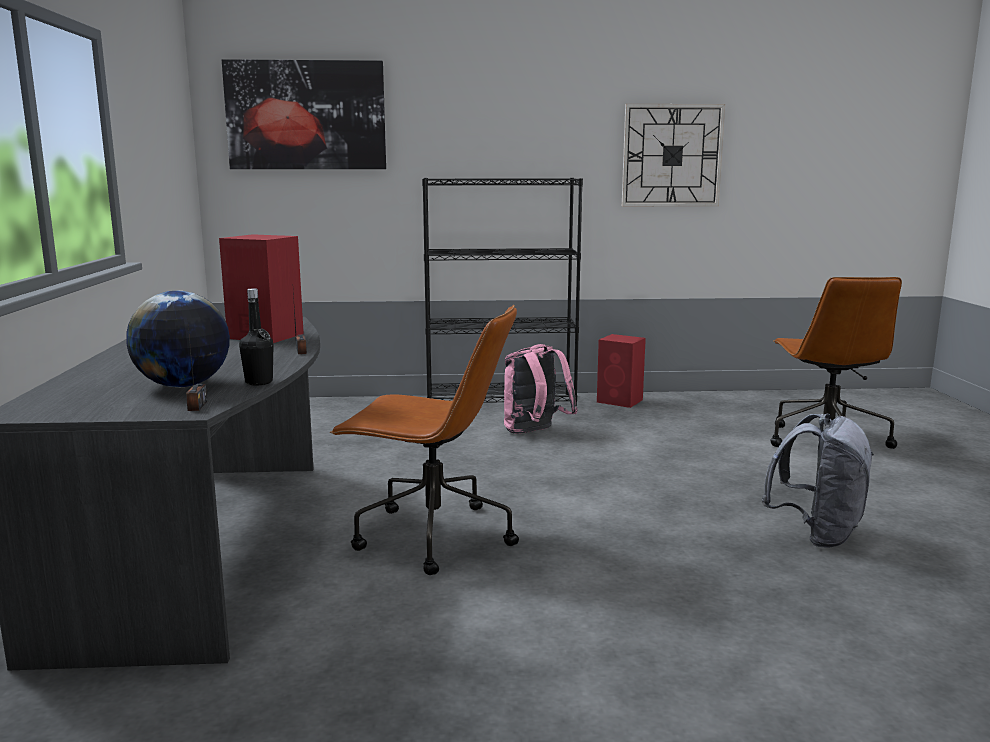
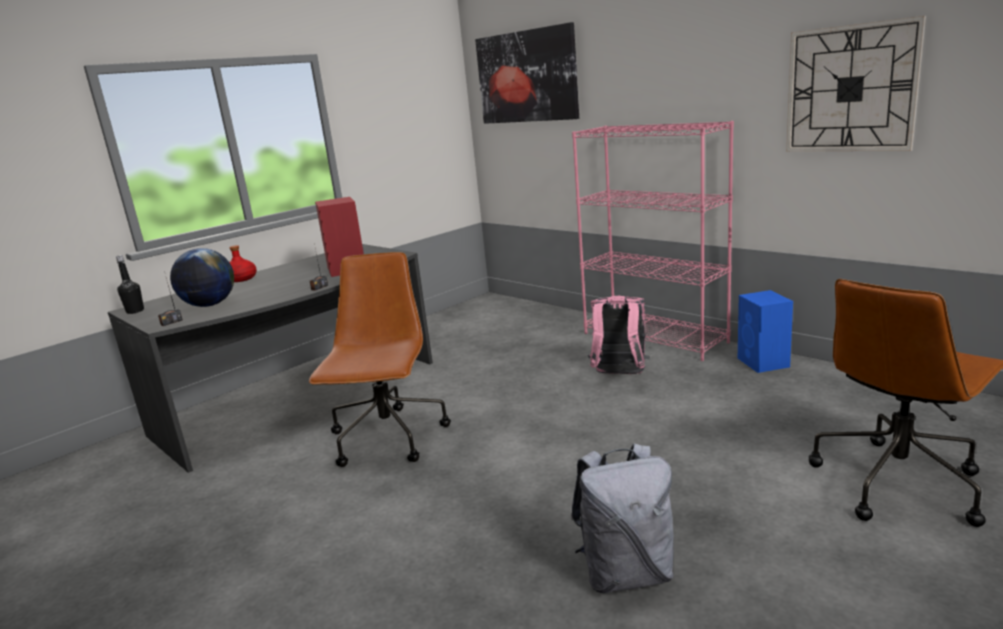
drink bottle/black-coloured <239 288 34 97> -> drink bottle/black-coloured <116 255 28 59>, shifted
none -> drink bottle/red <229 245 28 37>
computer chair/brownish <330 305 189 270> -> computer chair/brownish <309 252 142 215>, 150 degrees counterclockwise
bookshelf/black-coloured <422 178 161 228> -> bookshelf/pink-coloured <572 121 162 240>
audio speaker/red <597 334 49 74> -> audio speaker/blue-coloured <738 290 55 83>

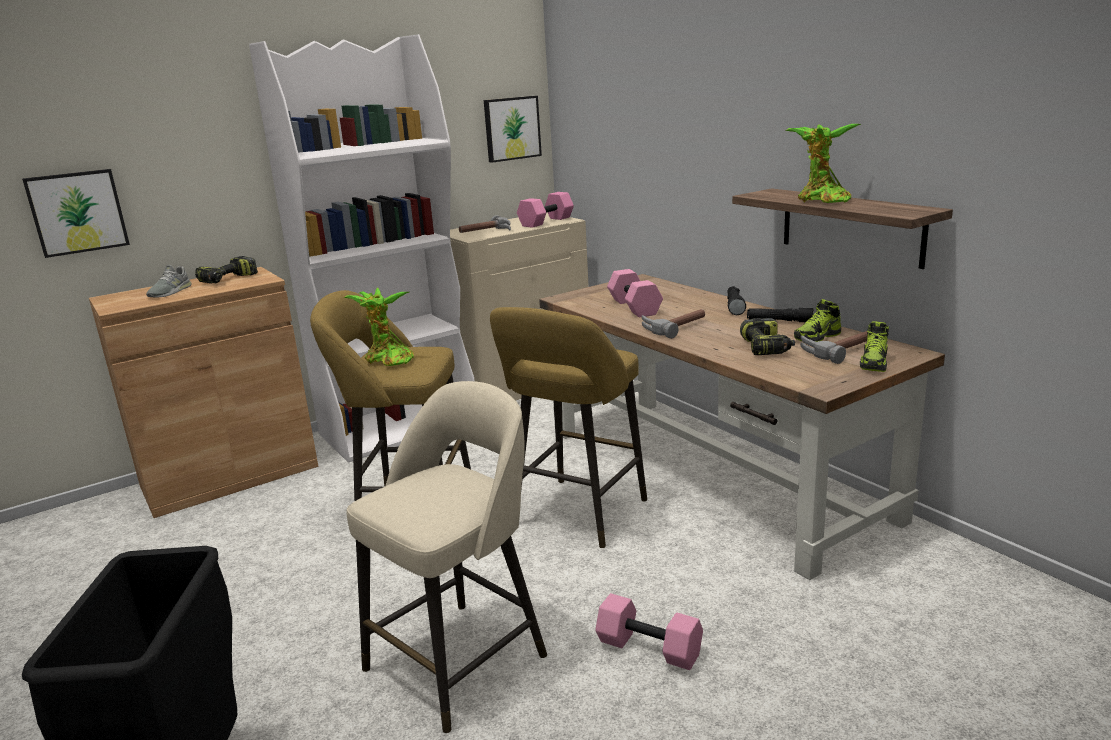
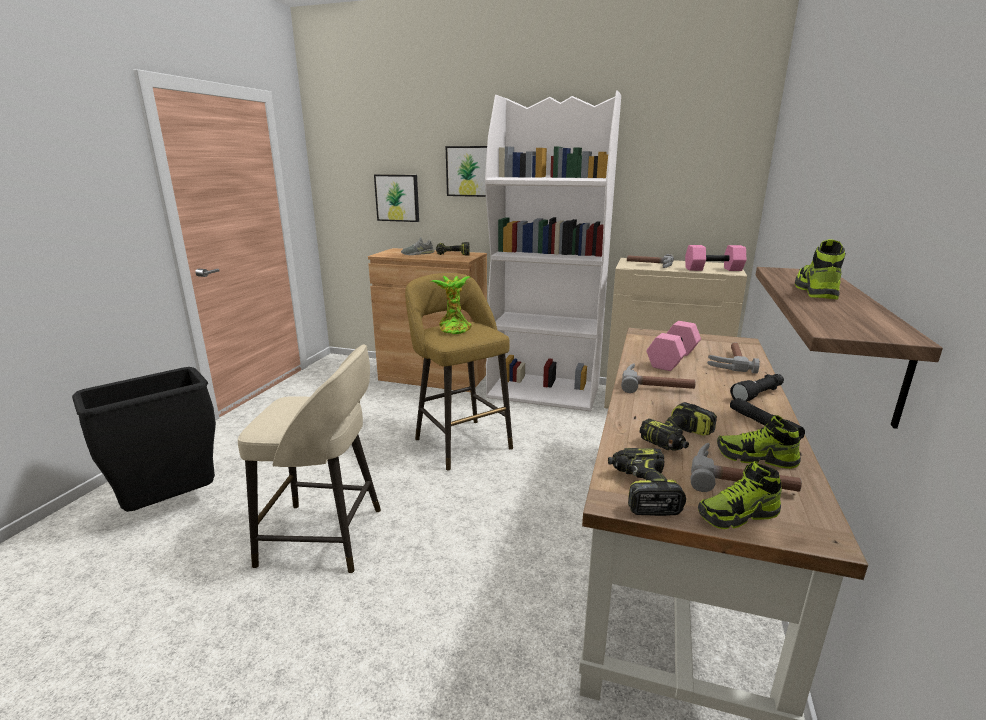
wall art <484 96 58 67> -> wall art <445 146 42 51>, shifted
none -> drill <608 448 78 68>
none -> hand hammer <707 342 53 32>
plant in a pot <785 124 76 79> -> item of footwear <795 239 51 60>
stool/yellow-coloured <490 307 157 241> -> none
free weight/pink-coloured <595 593 108 77> -> none

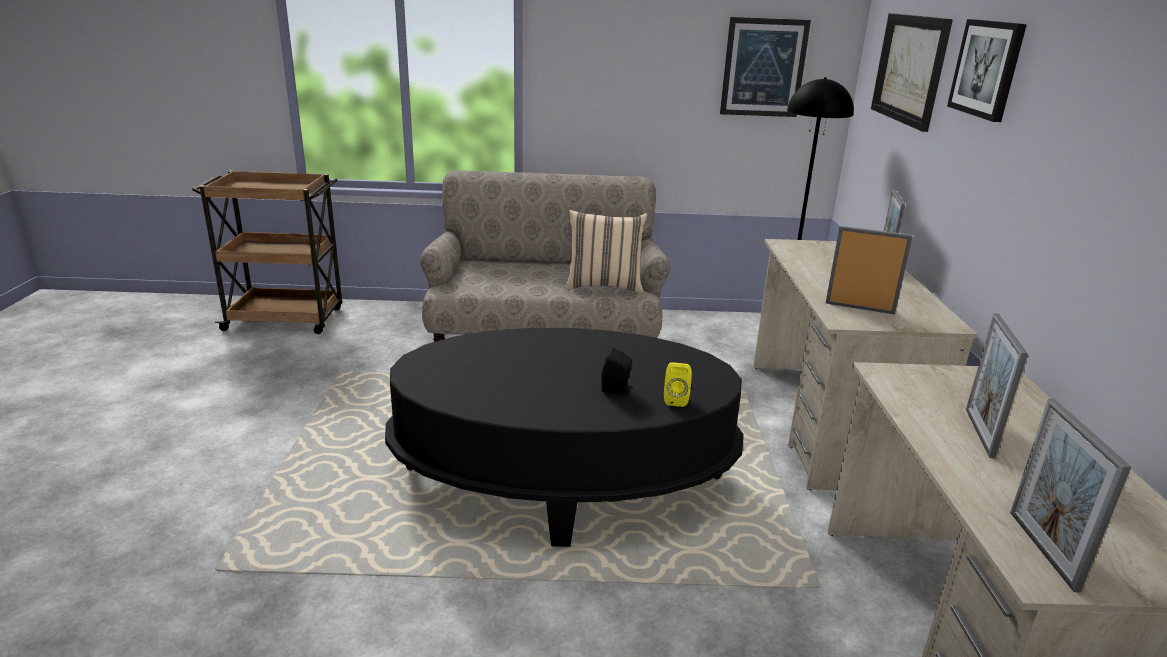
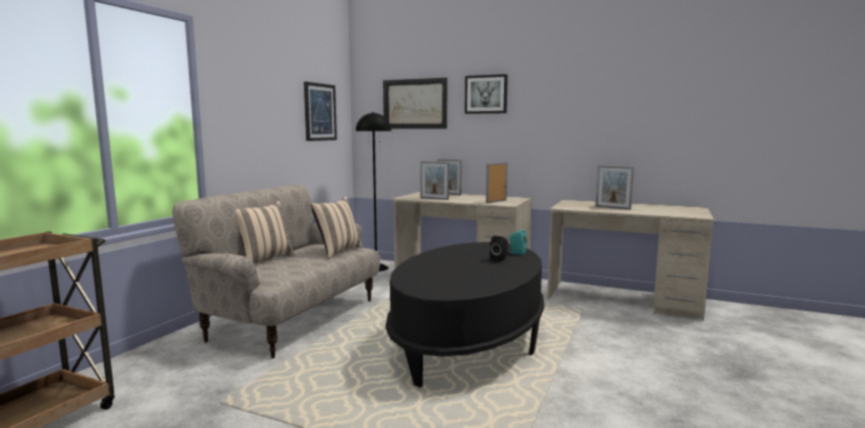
none -> cushion/beige <236 201 59 63>
standing frame <1010 398 121 194> -> standing frame <420 161 29 39>, shifted
audio speaker/yellow-coloured <664 362 28 45> -> audio speaker/turquoise-coloured <509 230 18 25>

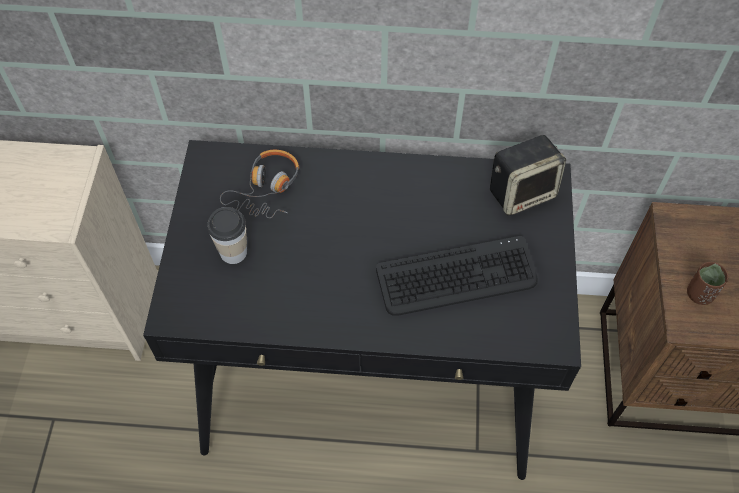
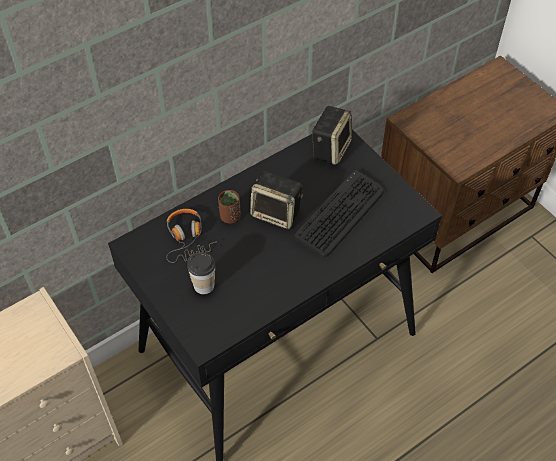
small cup/brownish <687 262 41 43> -> small cup/brownish <218 190 23 34>, shifted
none -> audio speaker <250 171 53 58>

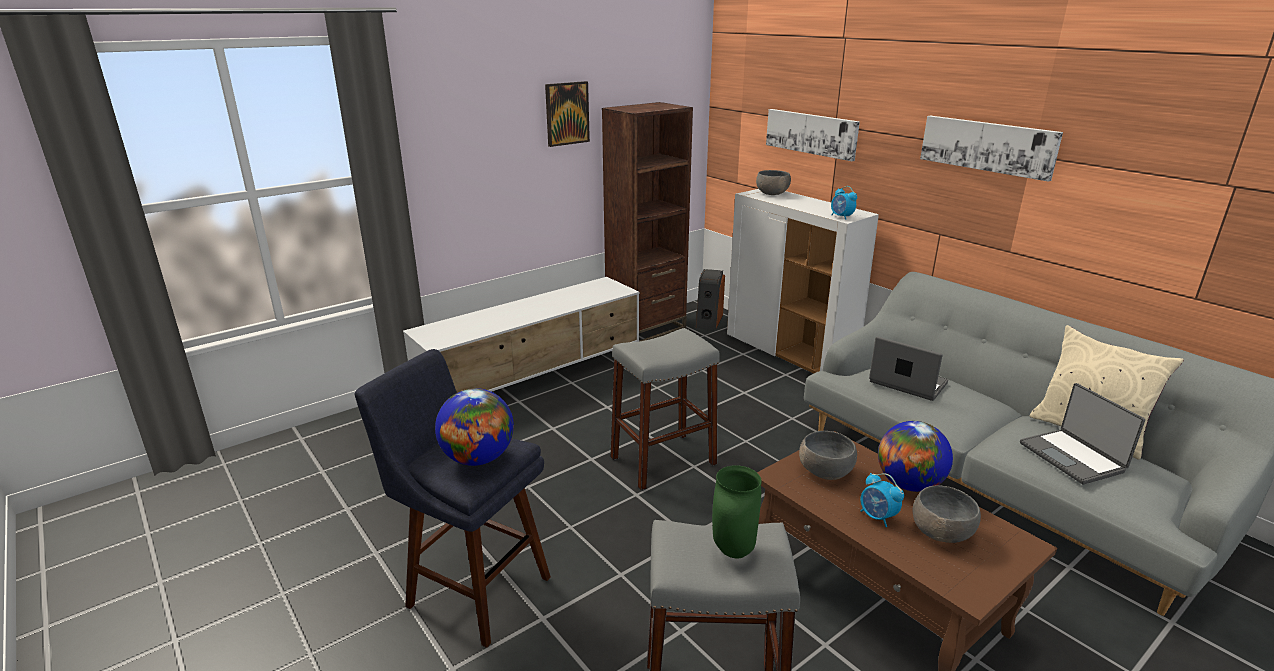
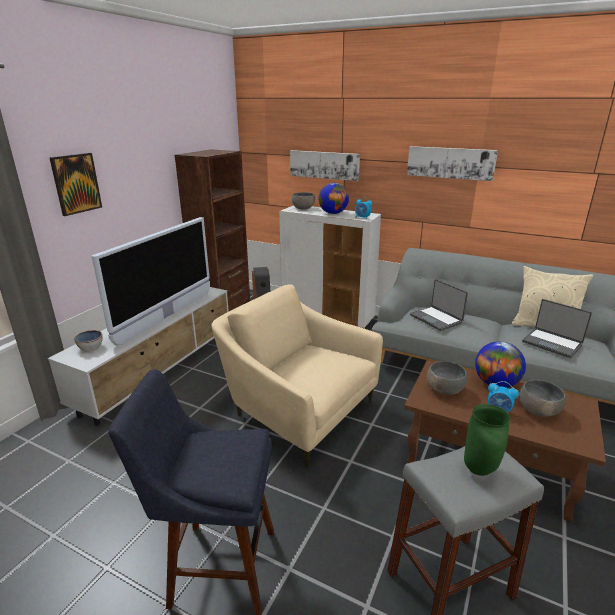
wall art <545 81 45 66> -> wall art <49 153 53 63>, shifted
none -> bowl <74 330 29 22>
none -> TV <92 217 118 128>
stool/gray <610 328 110 163> -> armchair/beige <211 284 172 184>
world globe <435 388 79 78> -> world globe <319 183 30 31>, shifted
laptop <869 336 79 65> -> laptop <410 279 58 52>, 135 degrees counterclockwise

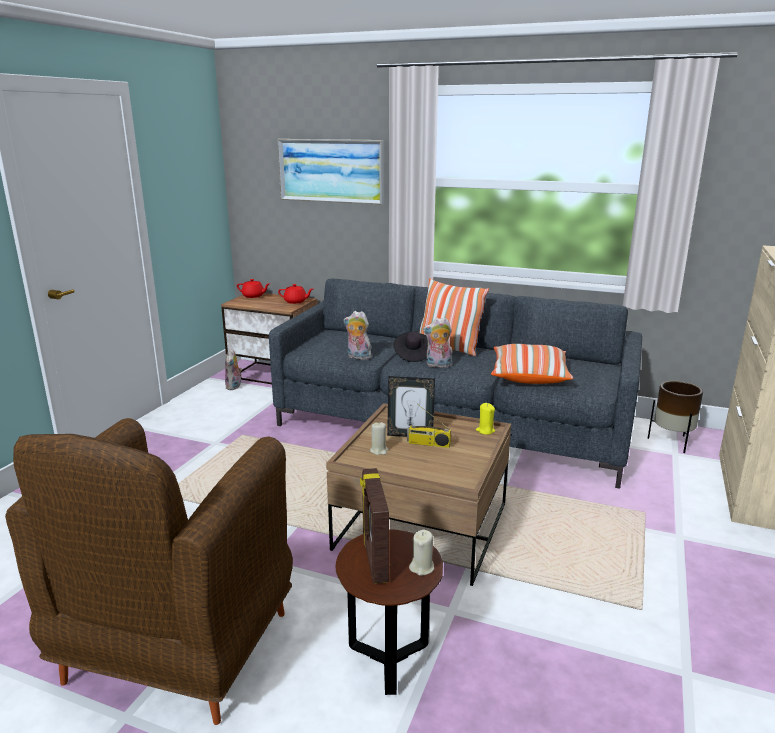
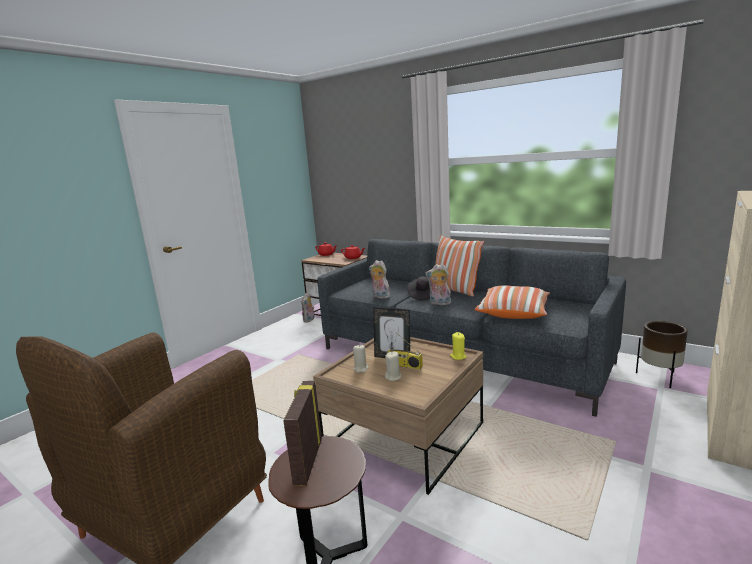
wax candle/beige <409 530 25 46> -> wax candle/beige <385 351 17 30>, shifted
wall art <277 139 107 66> -> none

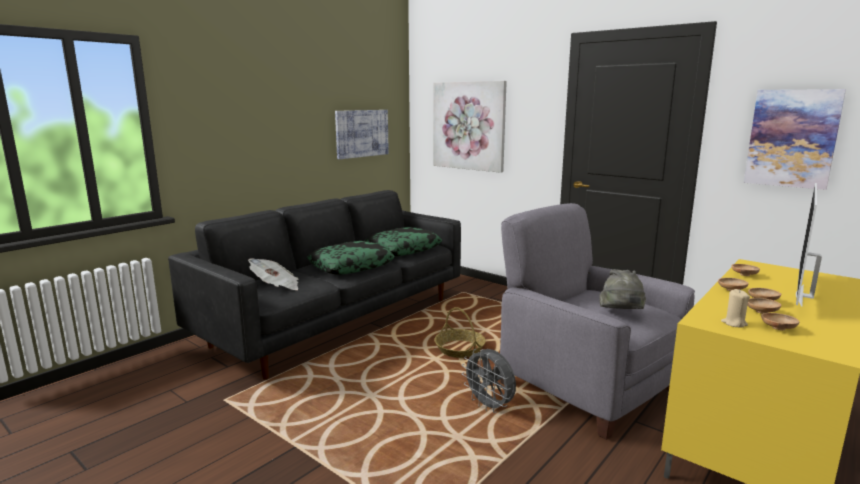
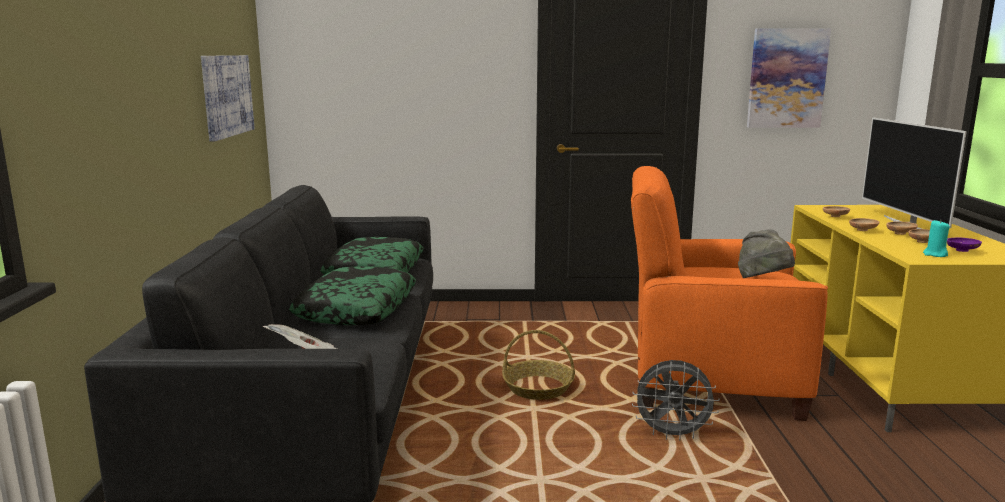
armchair/gray <500 203 195 237> -> armchair/orange-coloured <631 166 197 255>
wax candle/beige <721 289 29 39> -> wax candle/turquoise-coloured <923 220 27 37>
bowl/brownish <761 313 38 17> -> bowl/purple-coloured <947 238 35 14>
wall art <433 81 74 92> -> none

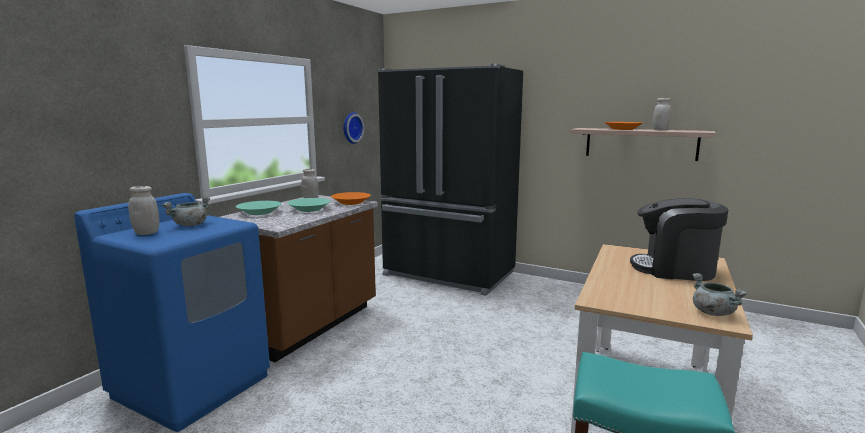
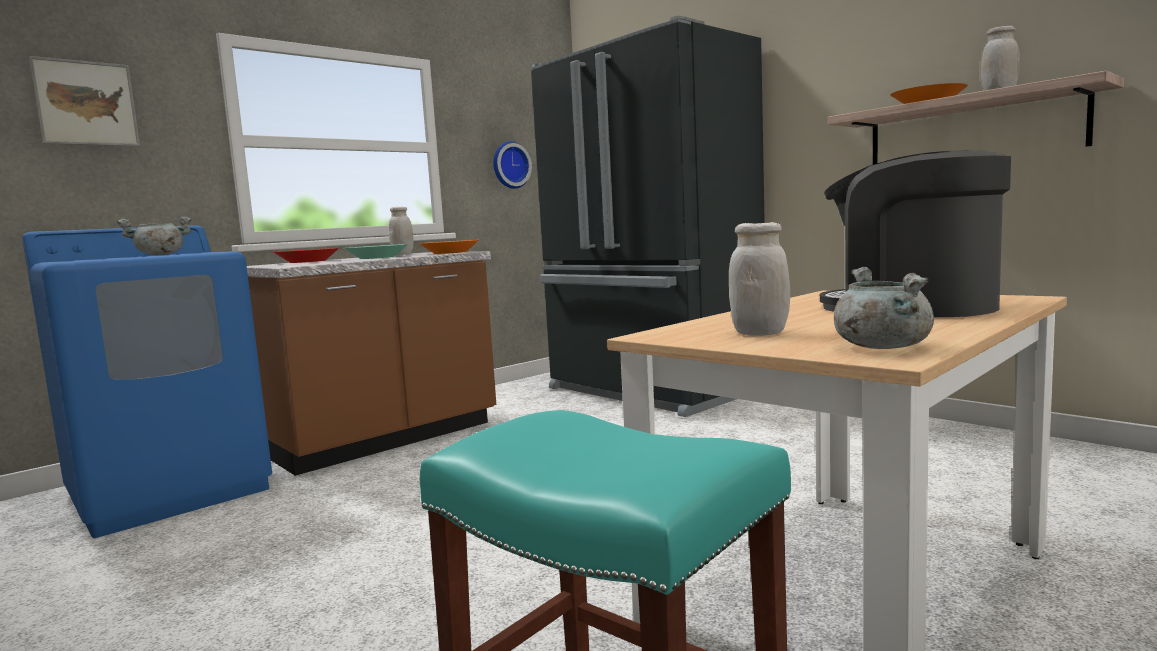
none -> wall art <29 56 111 90>
bowl/turquoise-coloured <236 201 46 14> -> bowl/red <273 248 66 15>
storage jar/white <128 186 31 49> -> storage jar/white <729 222 61 113>, shifted

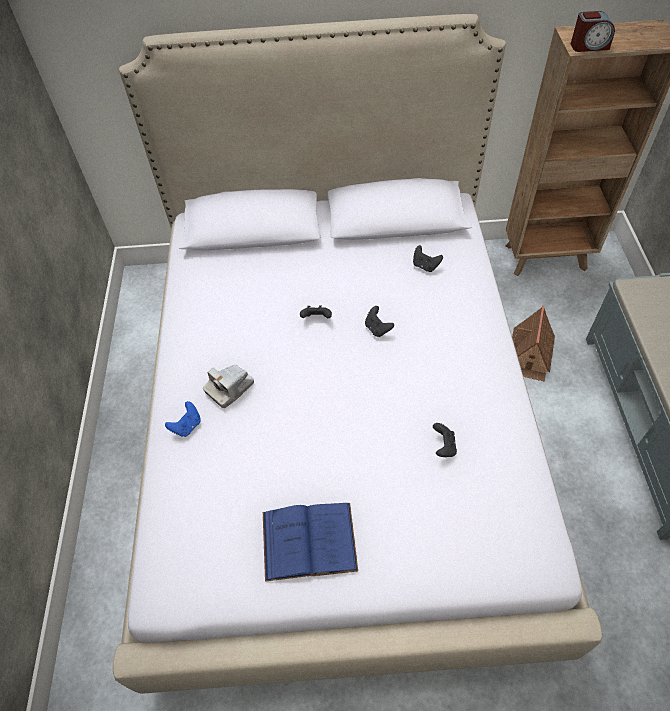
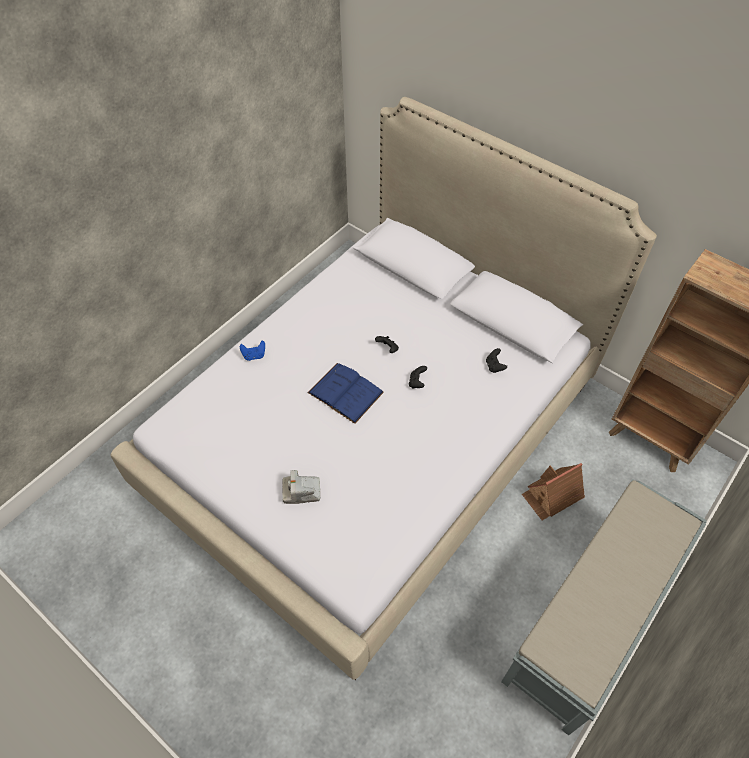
photo camera <203 364 51 44> -> photo camera <282 470 38 34>, shifted
bound book/blue-coloured <263 503 95 79> -> bound book/blue-coloured <308 363 76 61>, shifted
game controller/black-coloured <433 423 24 34> -> none
bedside clock <571 11 44 41> -> none

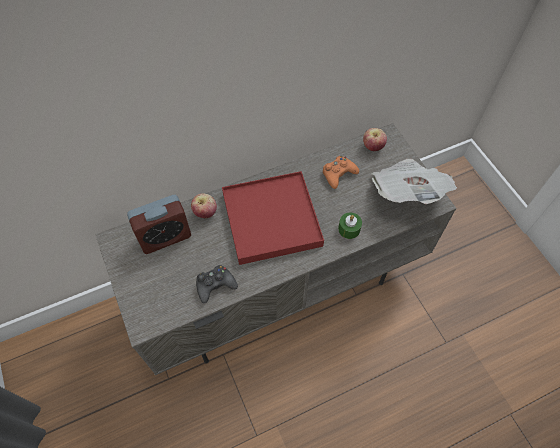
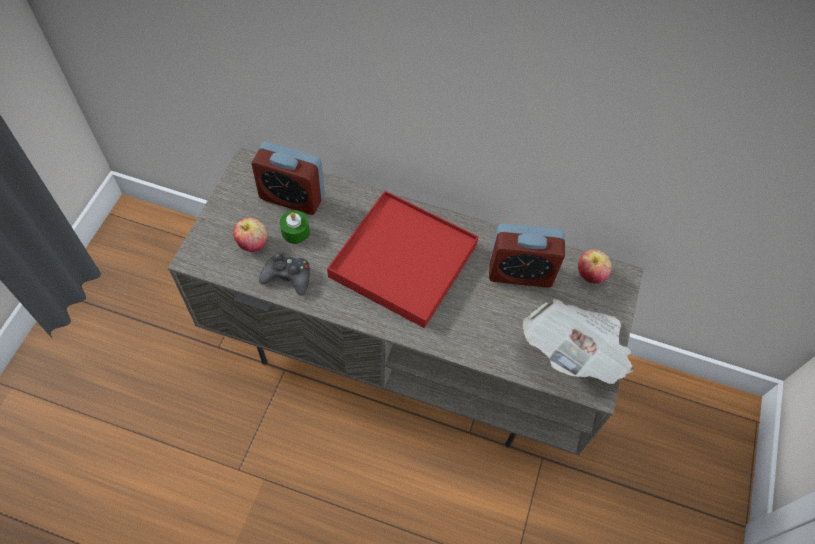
whole apple <191 193 26 26> -> whole apple <233 218 34 34>, shifted
wax candle/greenish <338 212 24 27> -> wax candle/greenish <280 210 30 34>, shifted
game controller/orange-coloured <323 156 36 33> -> bedside clock <489 223 76 65>

